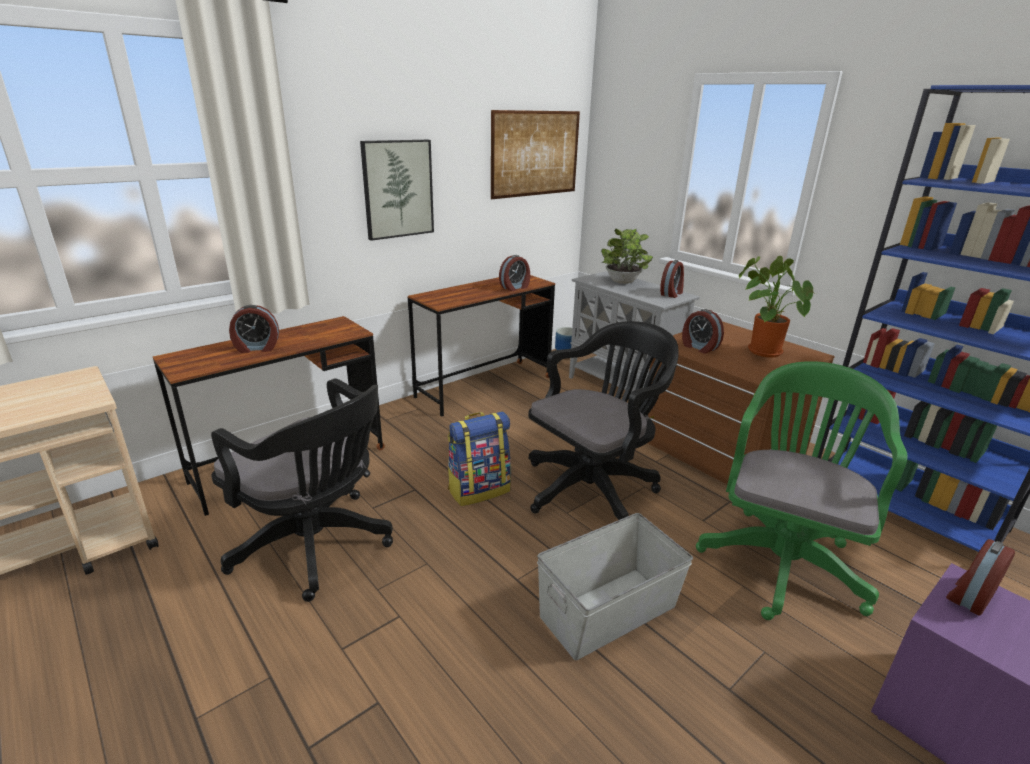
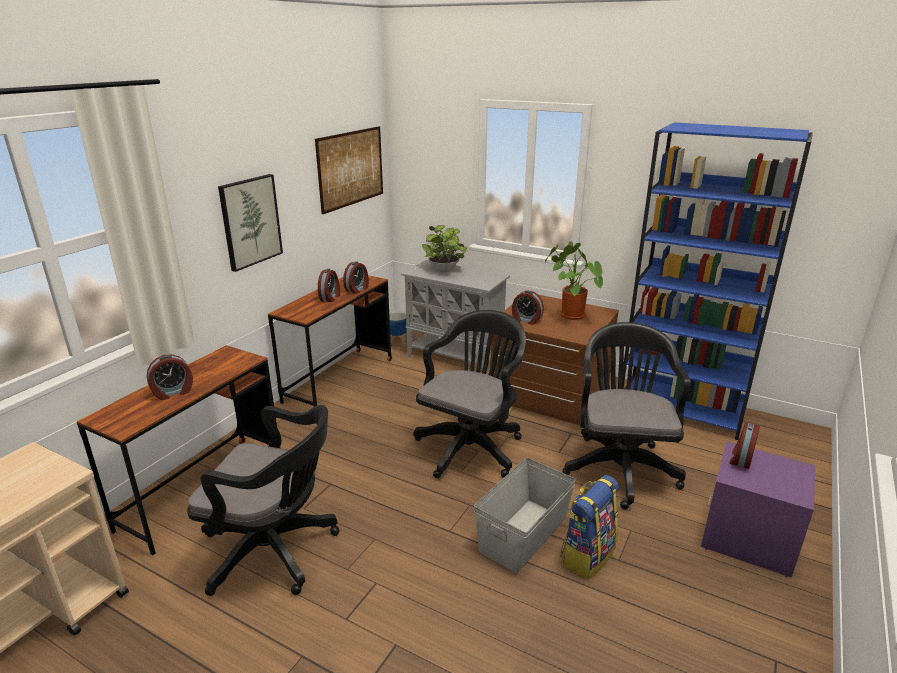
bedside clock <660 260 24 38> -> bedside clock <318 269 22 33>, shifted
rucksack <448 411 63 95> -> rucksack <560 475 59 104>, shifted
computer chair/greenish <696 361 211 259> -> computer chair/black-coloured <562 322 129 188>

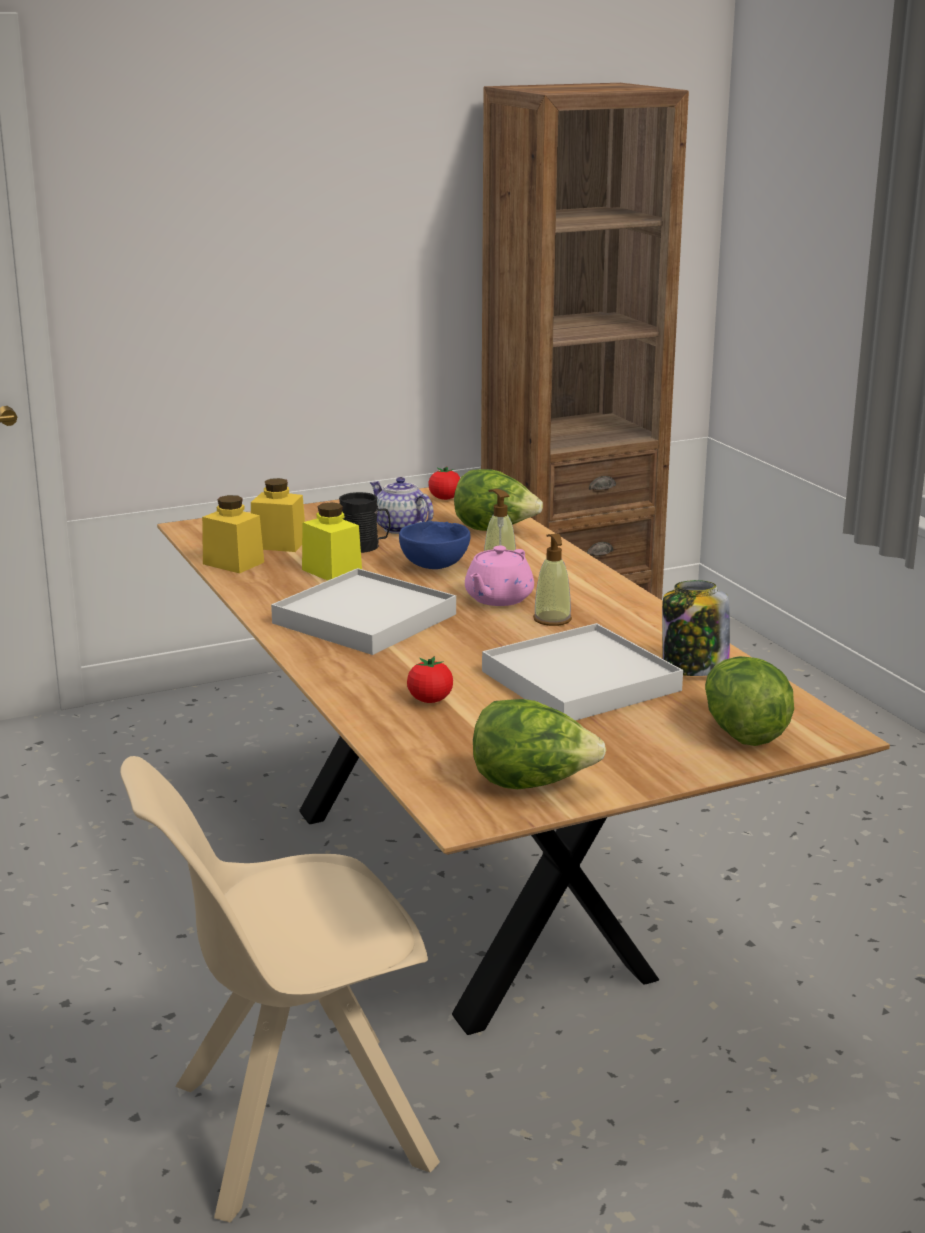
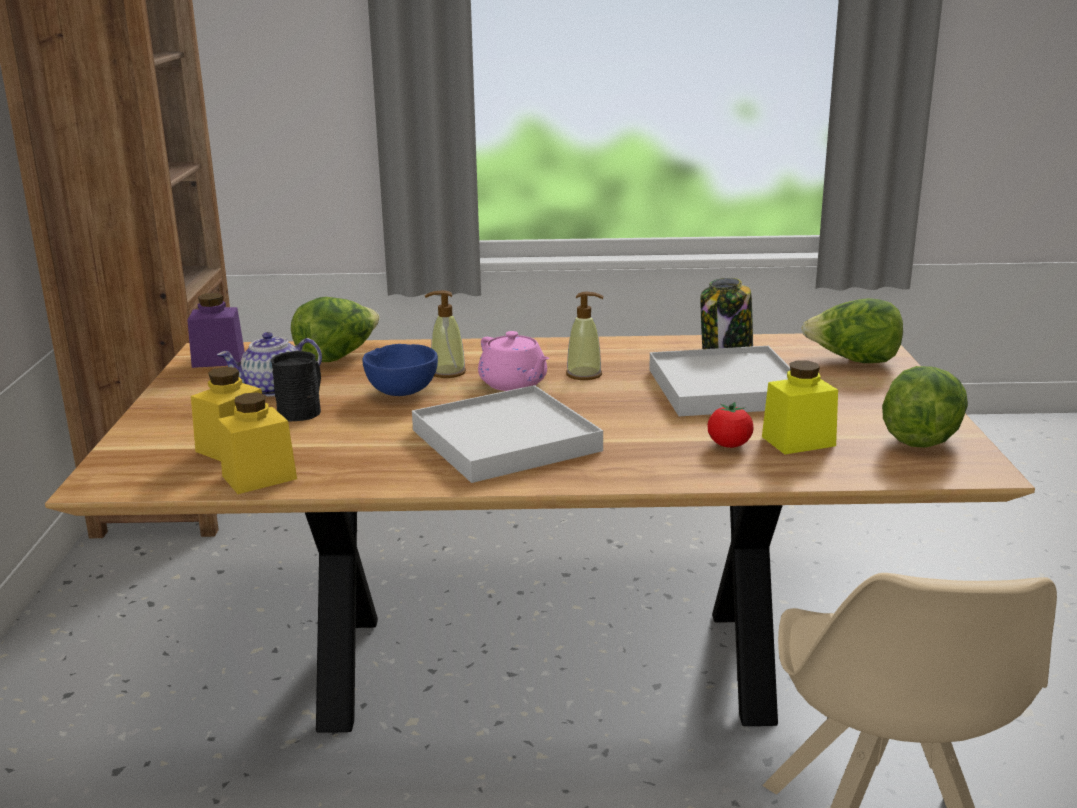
fresh tomato <428 467 32 33> -> storage jar/purple-coloured <187 293 58 75>
storage jar/yellow-coloured <302 502 60 79> -> storage jar/yellow-coloured <762 360 76 95>, shifted

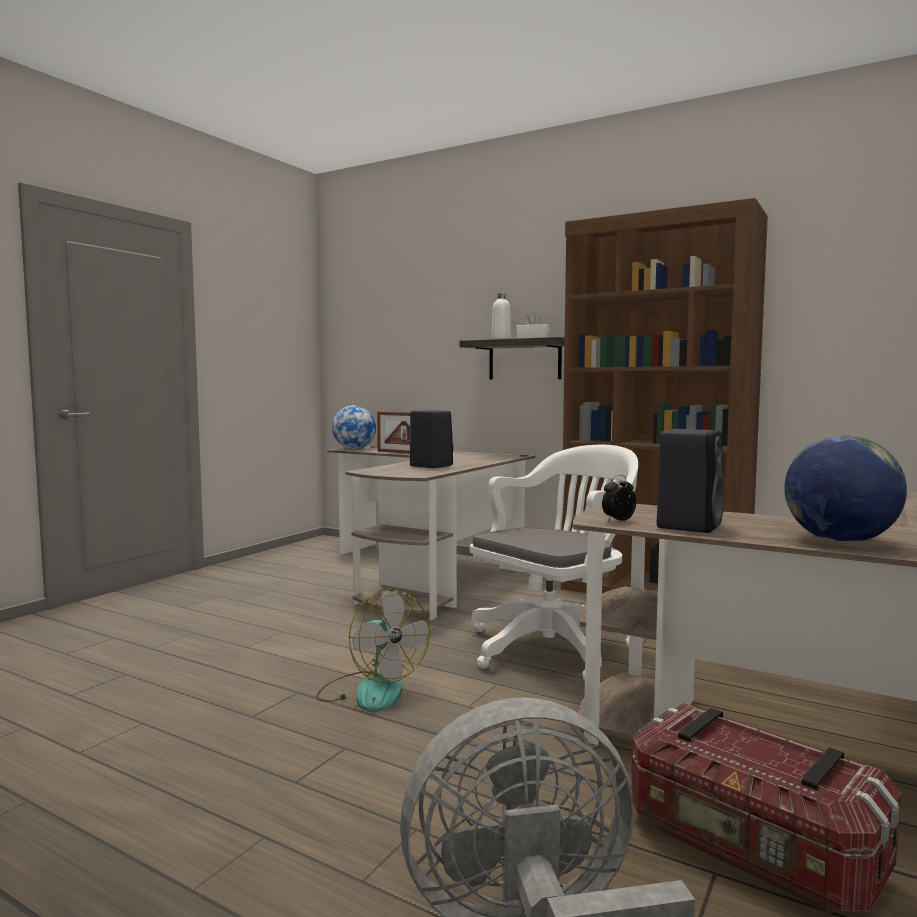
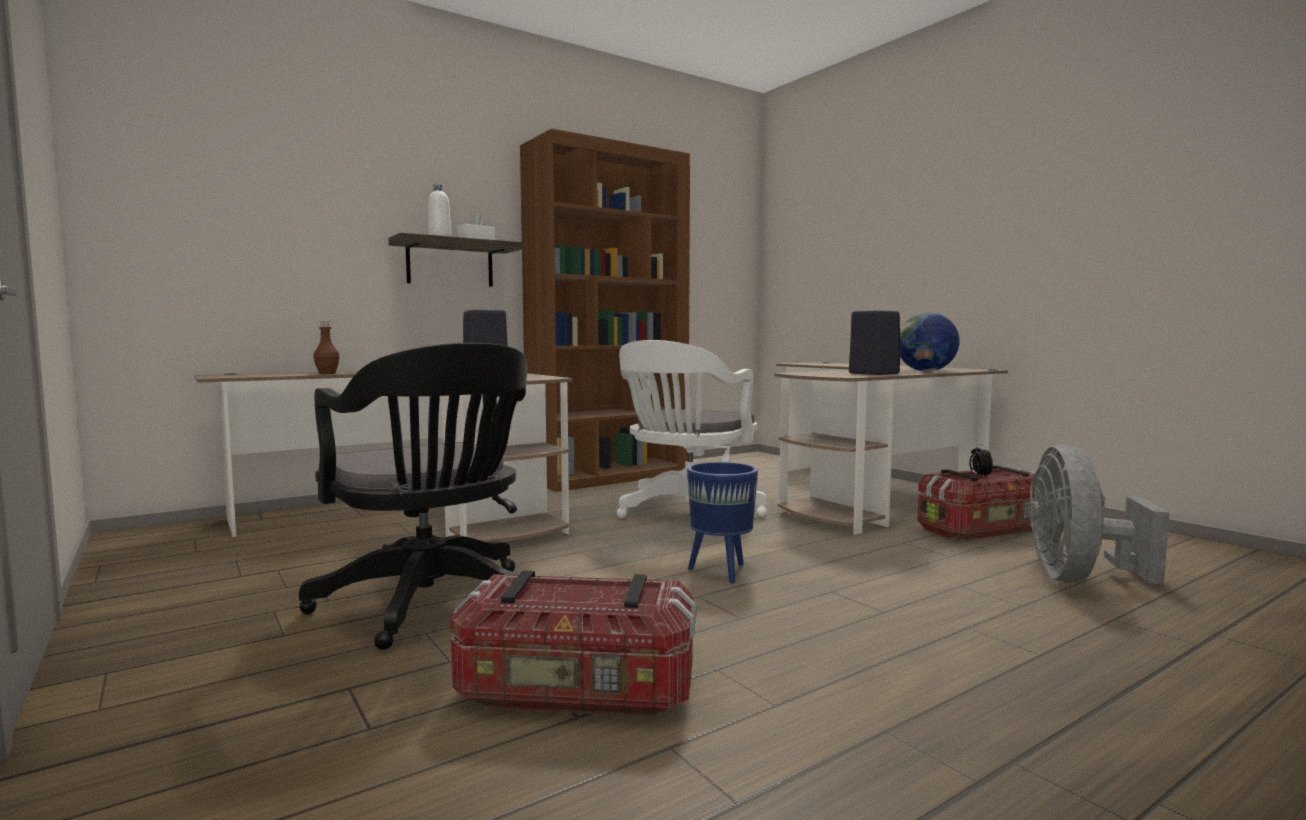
none -> computer chair/black-coloured <299 343 229 307>
standing frame <377 412 33 42> -> drink bottle/brownish <313 321 27 53>
none -> storage bin <450 570 246 148>
computer chair/white <470 445 168 235> -> computer chair/white <617 340 150 192>, 135 degrees counterclockwise
fan <316 588 114 124> -> plant pot/blue-coloured <687 462 71 121>
bedside clock <602 475 34 46> -> bedside clock <969 444 24 33>, shifted
world globe <332 405 44 45> -> none

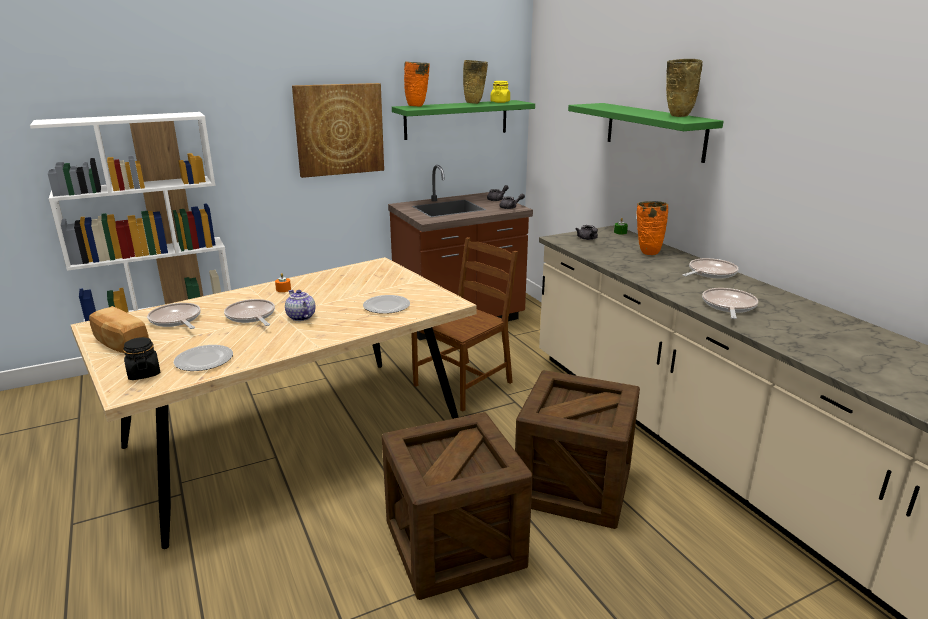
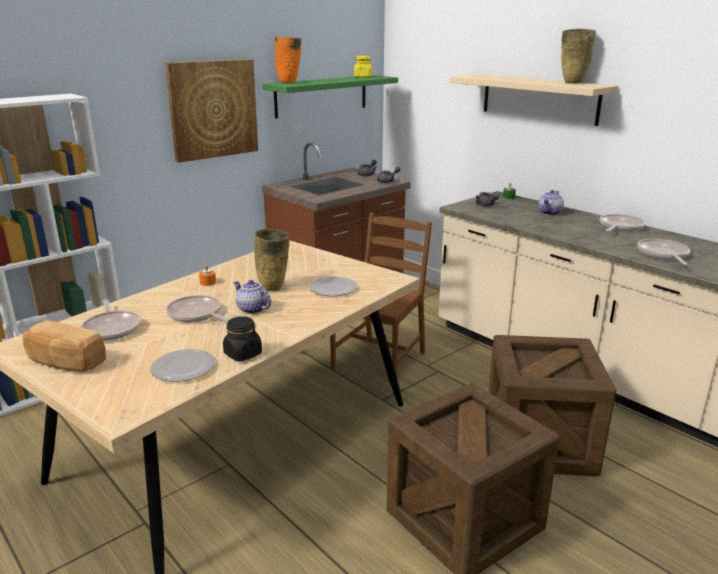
skillet <147 303 54 26> -> skillet <81 299 60 42>, 150 degrees counterclockwise
storage jar/black-coloured <123 337 37 43> -> storage jar/black-coloured <223 316 39 45>, shifted
decorative vase/beige <463 60 25 44> -> decorative vase/beige <254 229 36 62>, shifted
shelf/greenish <568 103 156 60> -> shelf/beige <450 74 168 52>
decorative vase/orange-coloured <637 201 31 54> -> tea pot <538 190 26 26>

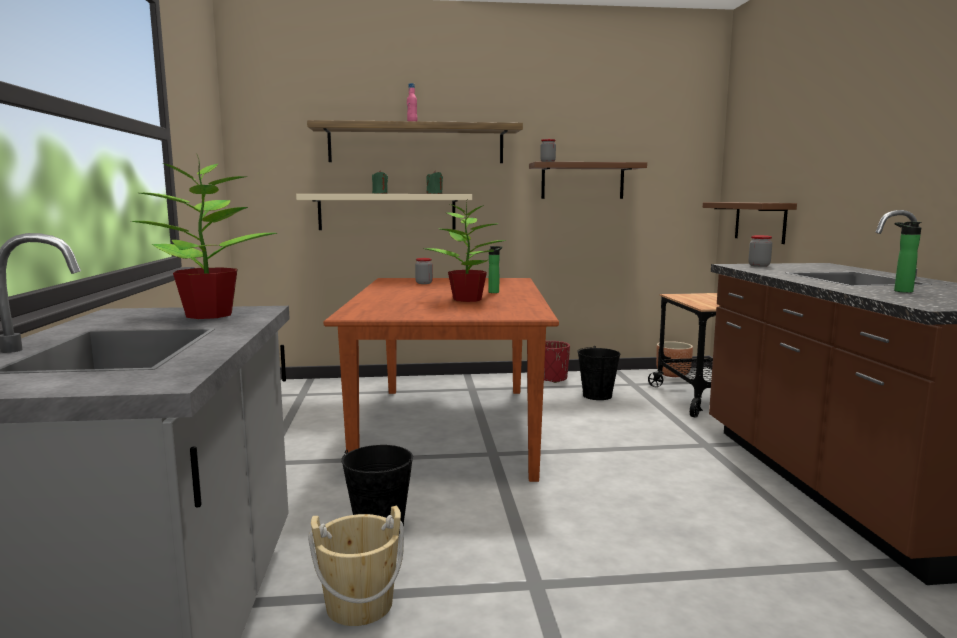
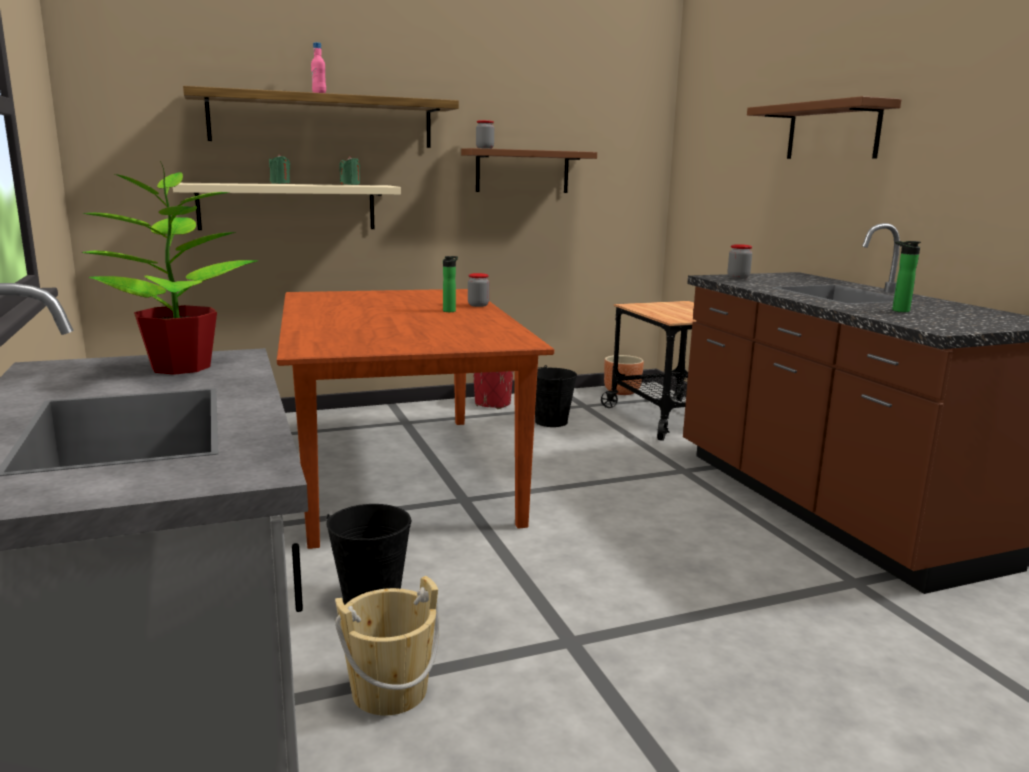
storage jar <415 258 18 26> -> storage jar <468 273 21 34>, shifted
shelf/brownish <703 202 94 42> -> shelf/brownish <747 96 155 63>, shifted
plant in a pot <424 198 82 104> -> none

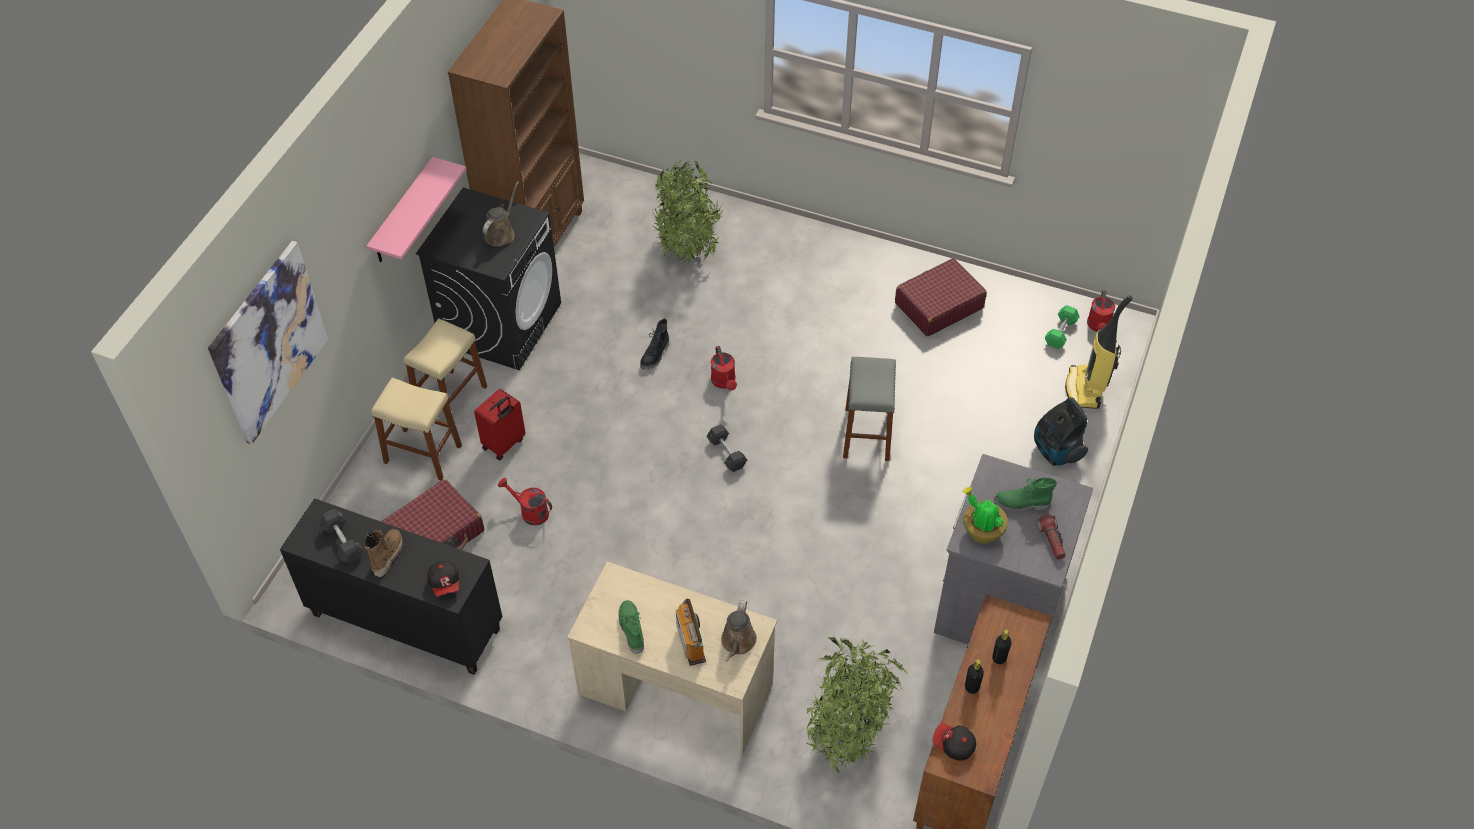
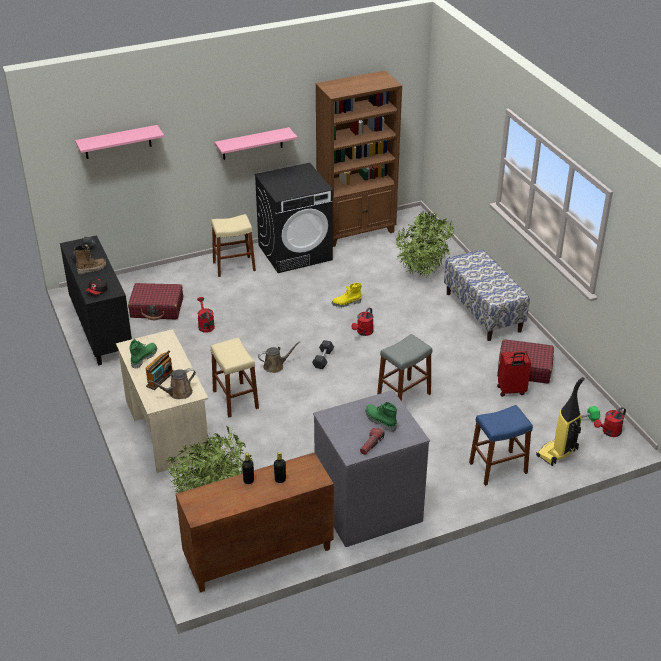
wall art <208 241 120 204> -> shelf/pink-coloured <75 125 89 34>
stool/beige <371 378 91 102> -> stool/beige <211 338 48 79>, shifted
watering pot/brownish <483 181 36 65> -> watering pot/brownish <258 341 42 32>, shifted
high-top boot/black-coloured <640 319 29 51> -> high-top boot/yellow-coloured <332 283 30 24>
none -> bench <444 249 86 92>
hoover <1034 397 54 69> -> stool/blue-coloured <469 405 64 81>
travel case/red <474 389 52 71> -> travel case/red <497 351 34 46>, shifted
baseball cap <932 723 44 38> -> none
plant in a pot <962 487 46 57> -> none

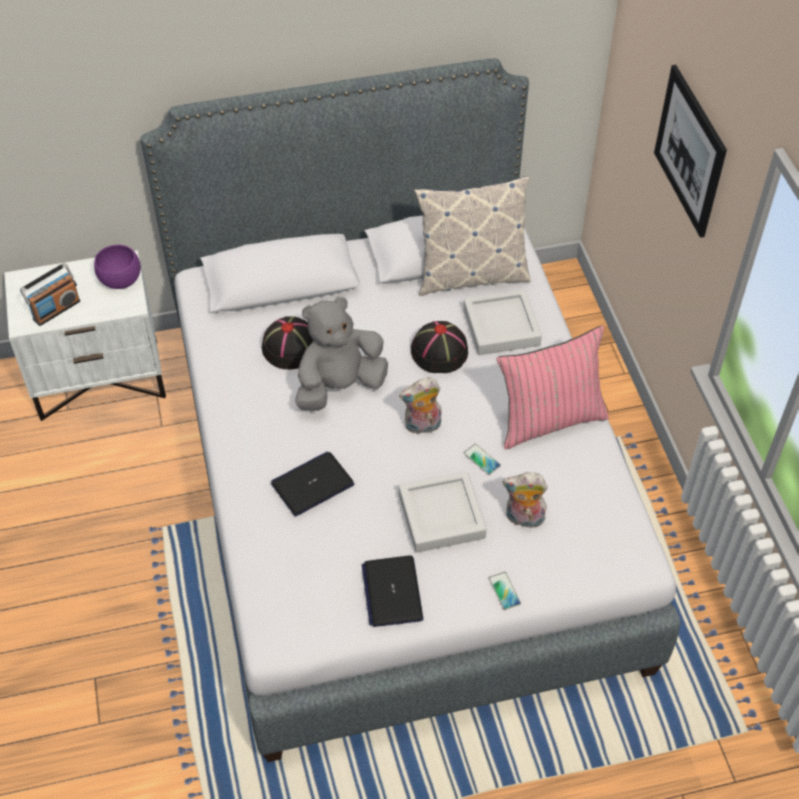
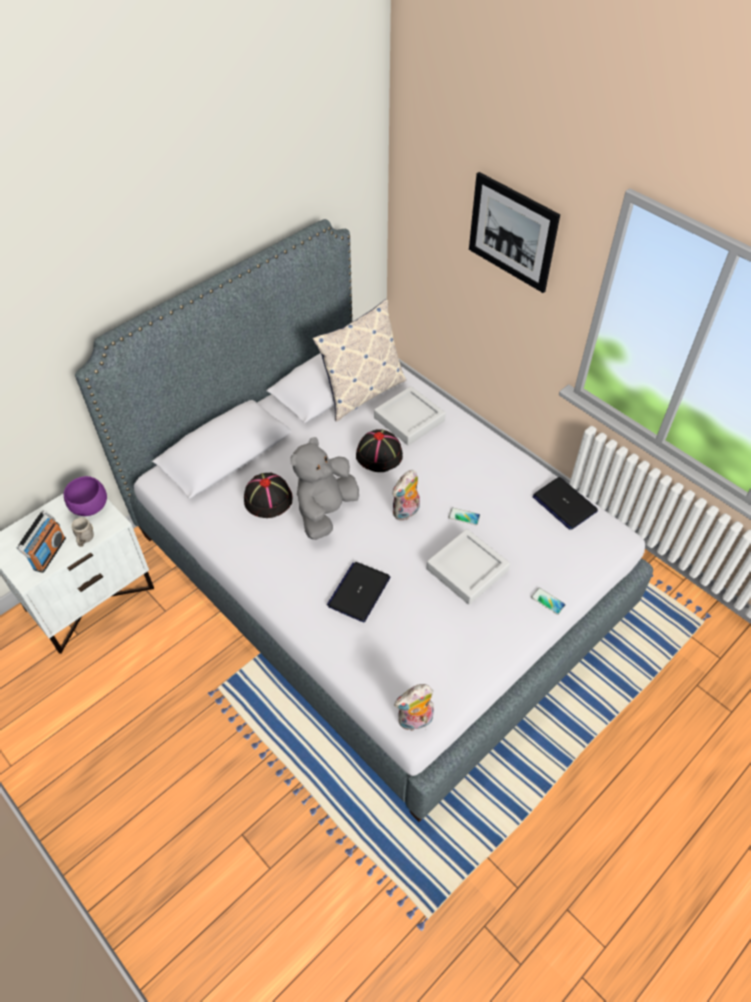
none -> coffee mug/gray <72 517 22 30>
soft toy <503 472 45 59> -> soft toy <394 684 40 47>, shifted
laptop <362 555 62 72> -> laptop <533 477 65 53>, shifted
cushion/pink-coloured <496 325 113 125> -> none

